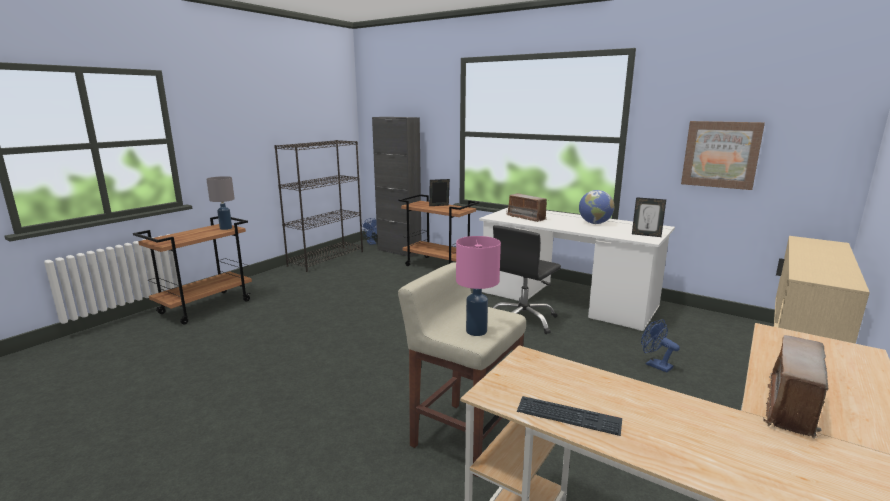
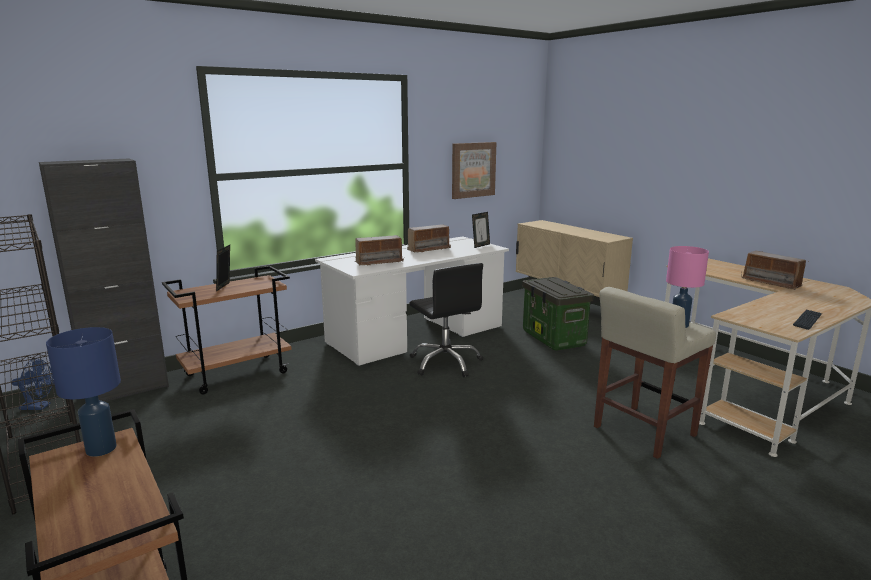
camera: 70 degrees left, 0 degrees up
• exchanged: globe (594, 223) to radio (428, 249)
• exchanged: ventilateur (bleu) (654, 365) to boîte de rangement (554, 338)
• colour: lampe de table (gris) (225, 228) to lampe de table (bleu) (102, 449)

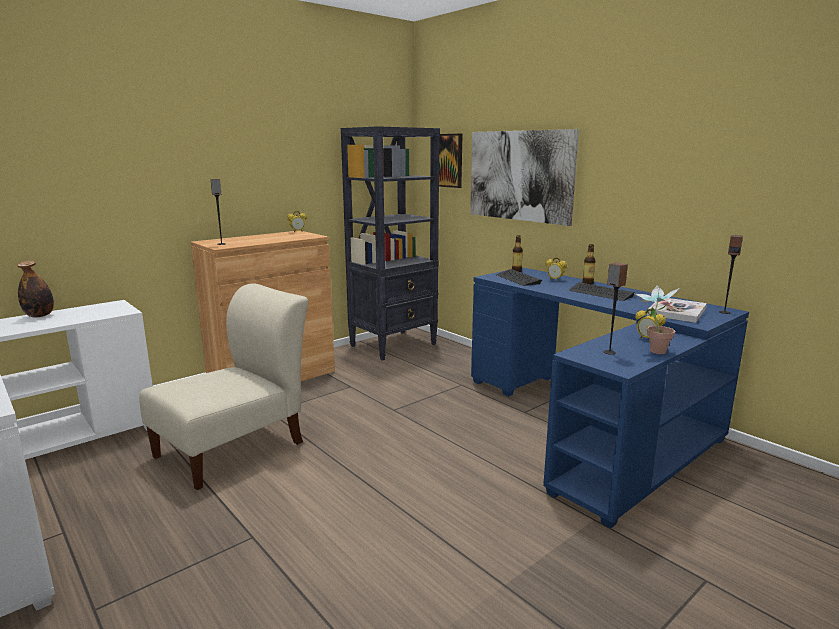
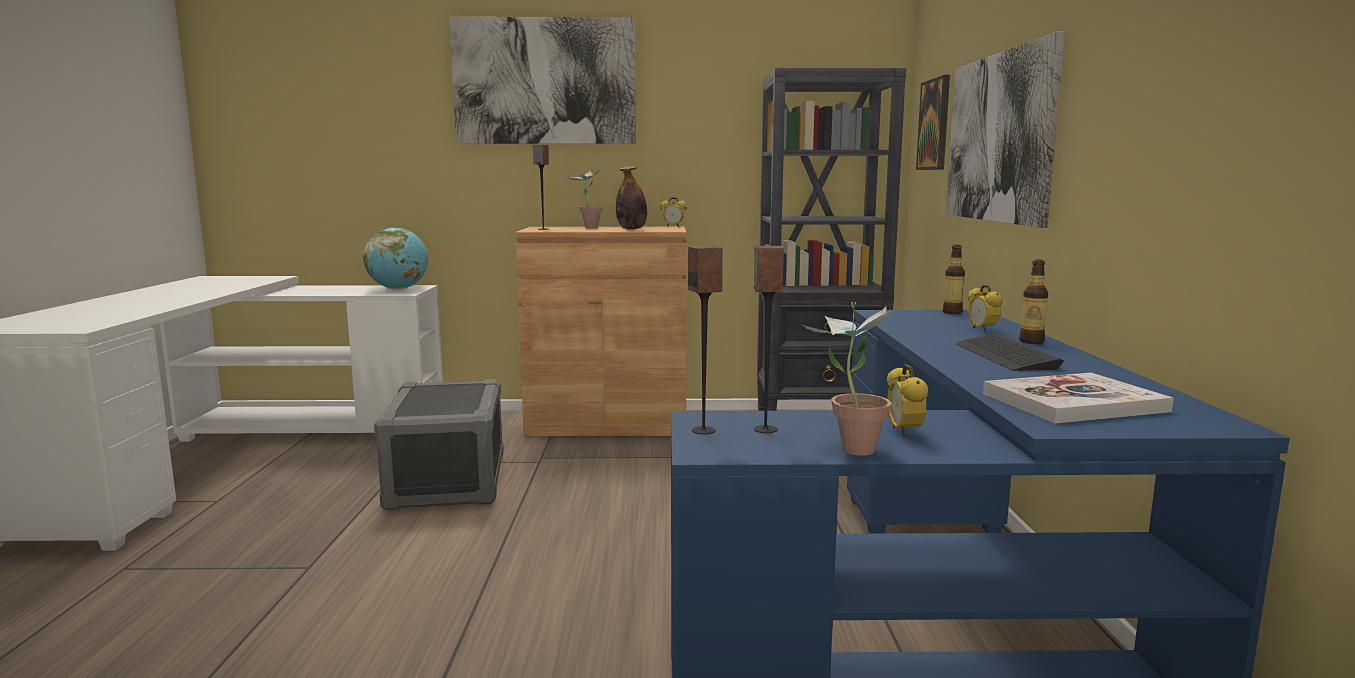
camera: 40 degrees right, 5 degrees down
• missing: clavier (518, 279)
• appeared: globe (398, 289)
• appeared: tableau (544, 81)
• appeared: plante en pot (586, 227)
• relocated: bouteille (39, 316) to (632, 229)
• relocated: enceinte (724, 312) to (704, 430)
• exchanged: chaise (beige) (235, 447) to boîte de rangement (gris) (448, 480)

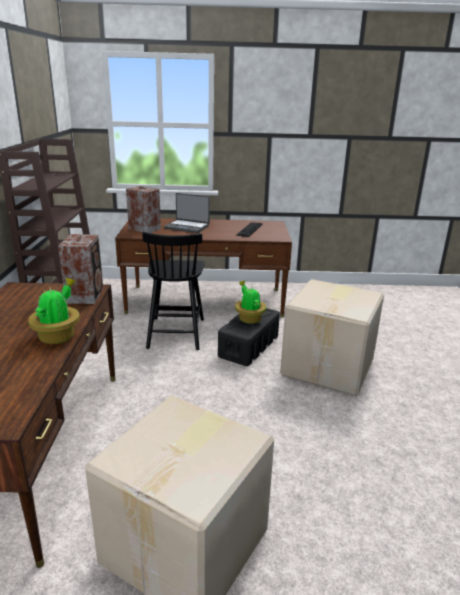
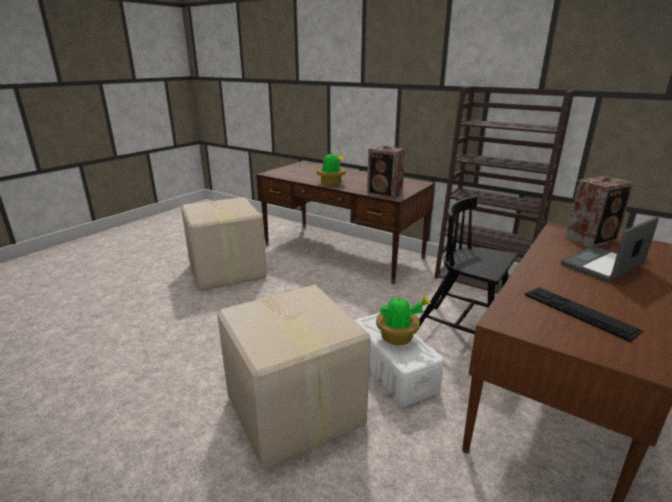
camera: 125 degrees right, 0 degrees up
• colour: boîte de rangement (noir) (248, 346) to boîte de rangement (blanc) (393, 370)

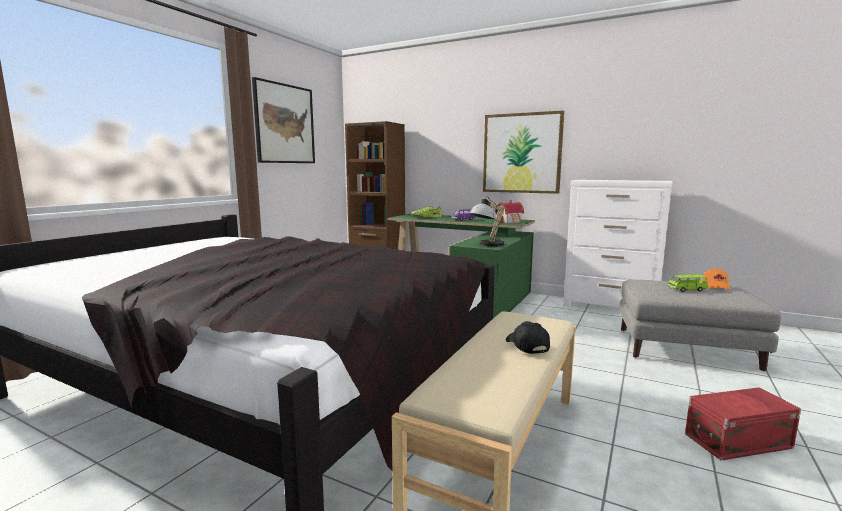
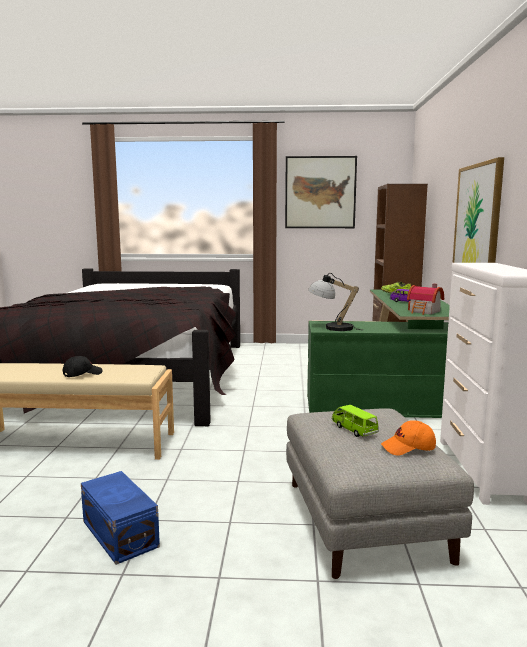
camera: 65 degrees right, 0 degrees up
• colour: boîte de rangement (rouge) (740, 441) to boîte de rangement (bleu) (119, 535)

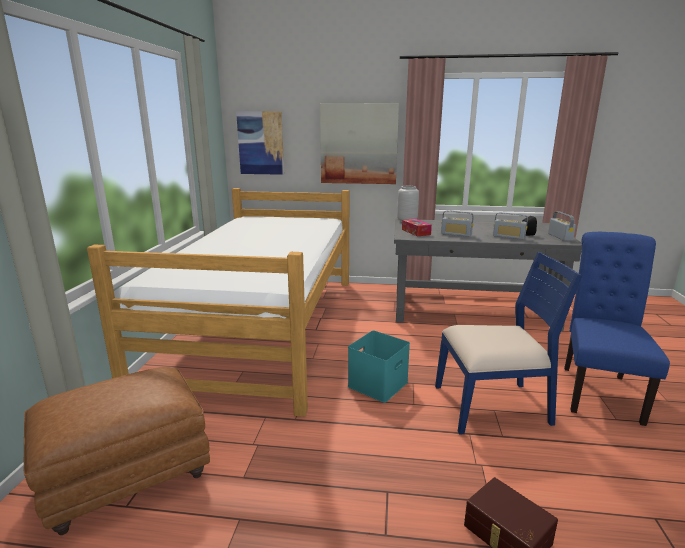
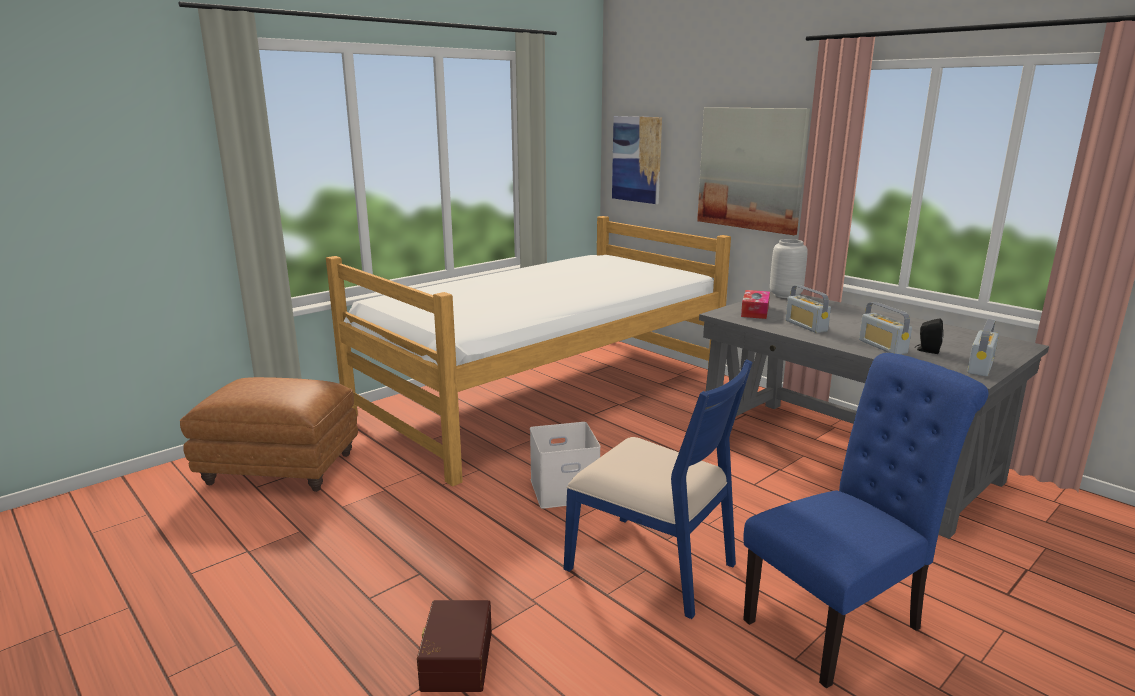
camera: 40 degrees right, 0 degrees up
• colour: boîte de rangement (turquoise) (377, 383) to boîte de rangement (blanc) (565, 489)

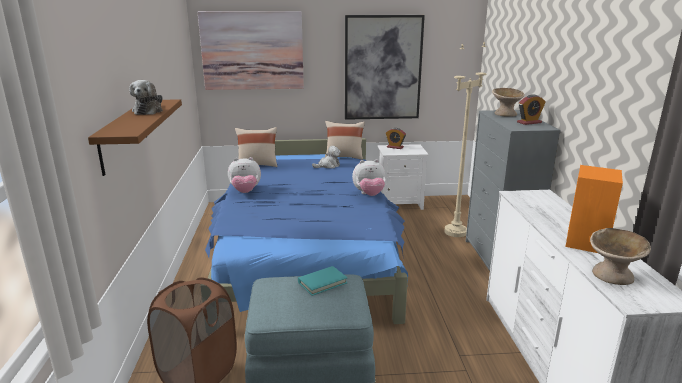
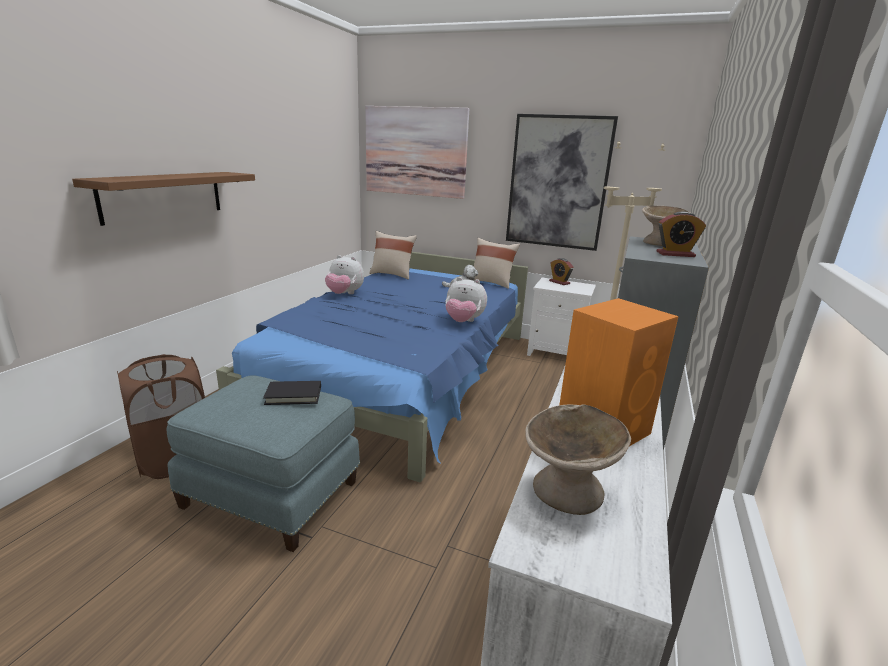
camera: 25 degrees right, 0 degrees up
• missing: peluche (148, 111)
• colour: livre (turquoise) (322, 282) to livre (noir) (293, 395)

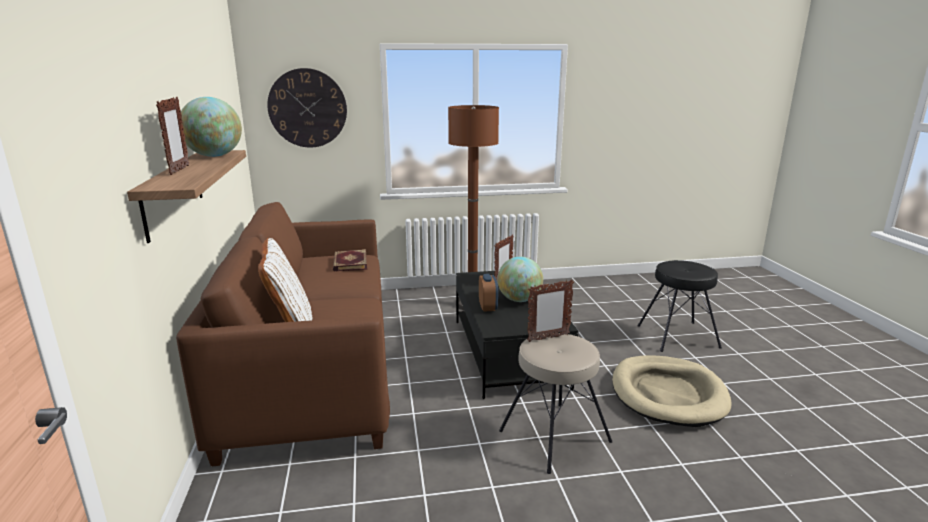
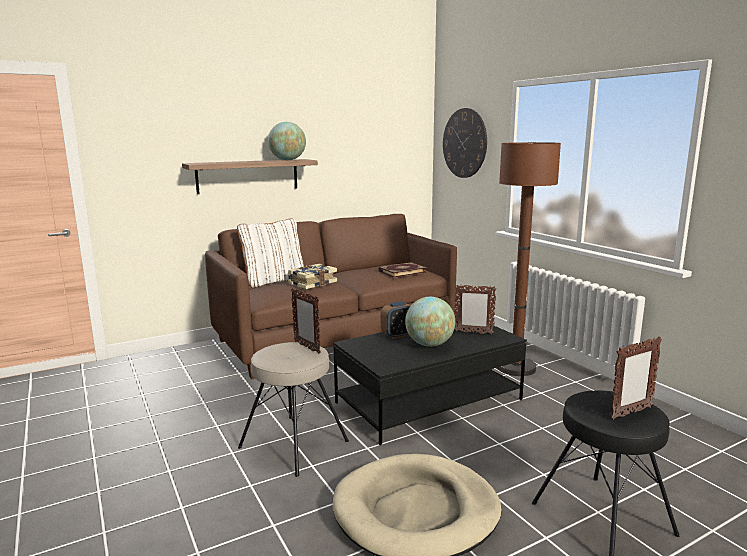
camera: 70 degrees right, 5 degrees down
• appeared: livre (312, 283)
• relocated: cadre photo (179, 170) to (630, 413)

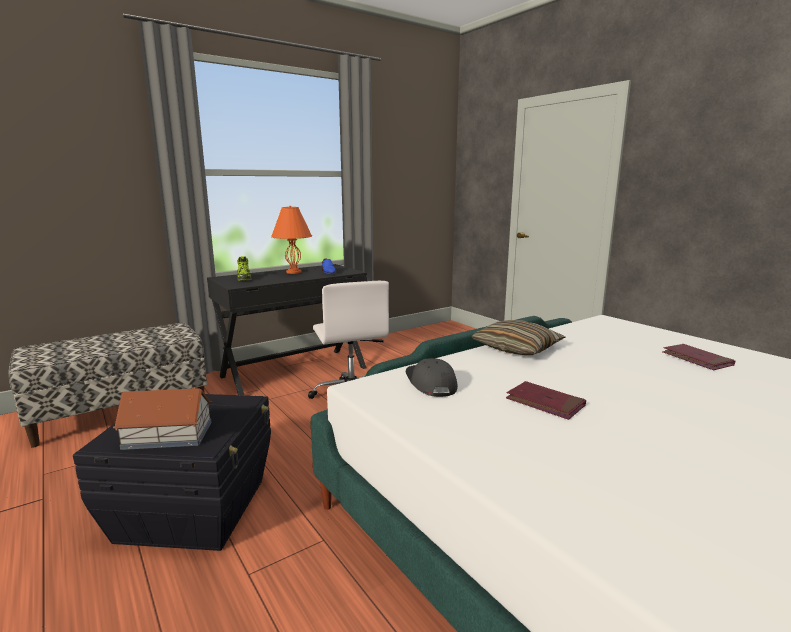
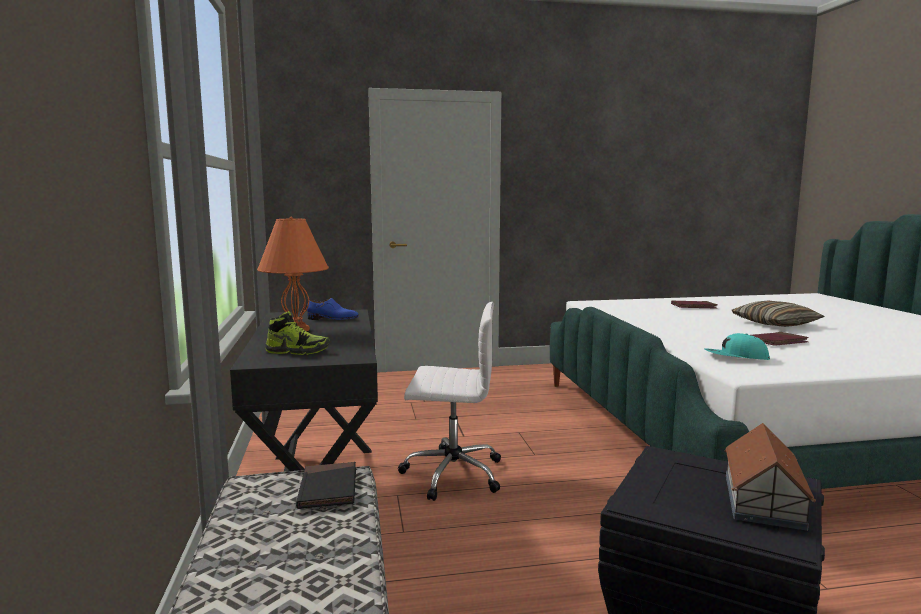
camera: 65 degrees left, 5 degrees down
• appeared: livre (noir) (328, 489)
• relocated: coussin (517, 348) to (775, 324)
• colour: casquette (gris) (430, 384) to casquette (turquoise) (735, 357)

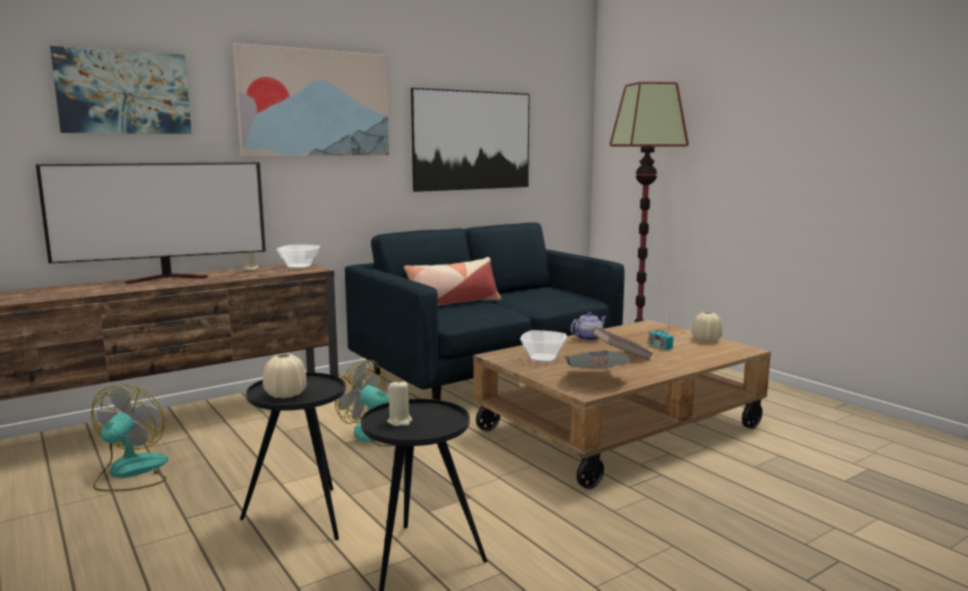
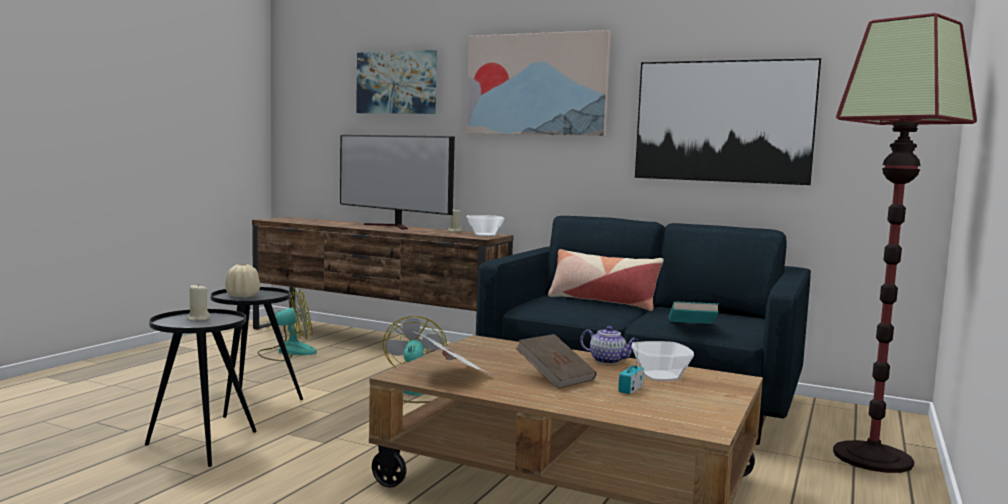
camera: 60 degrees right, 5 degrees down
• missing: vase (beige) (706, 340)
• appeared: livre (turquoise) (691, 327)
• relocated: bol (543, 358) to (660, 377)

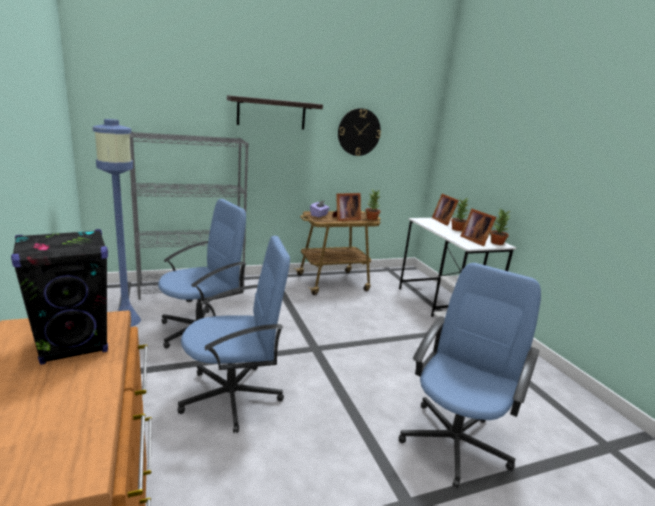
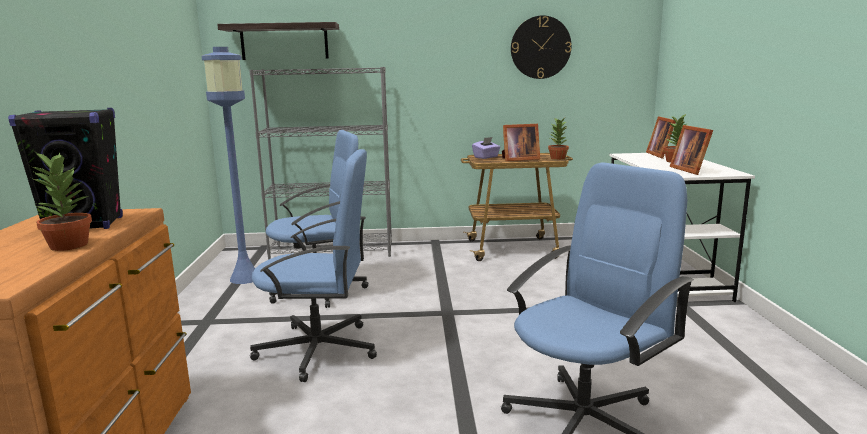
camera: 20 degrees right, 5 degrees down
• relocated: étagère (271, 113) to (284, 42)
• relocated: plante en pot (496, 243) to (69, 245)

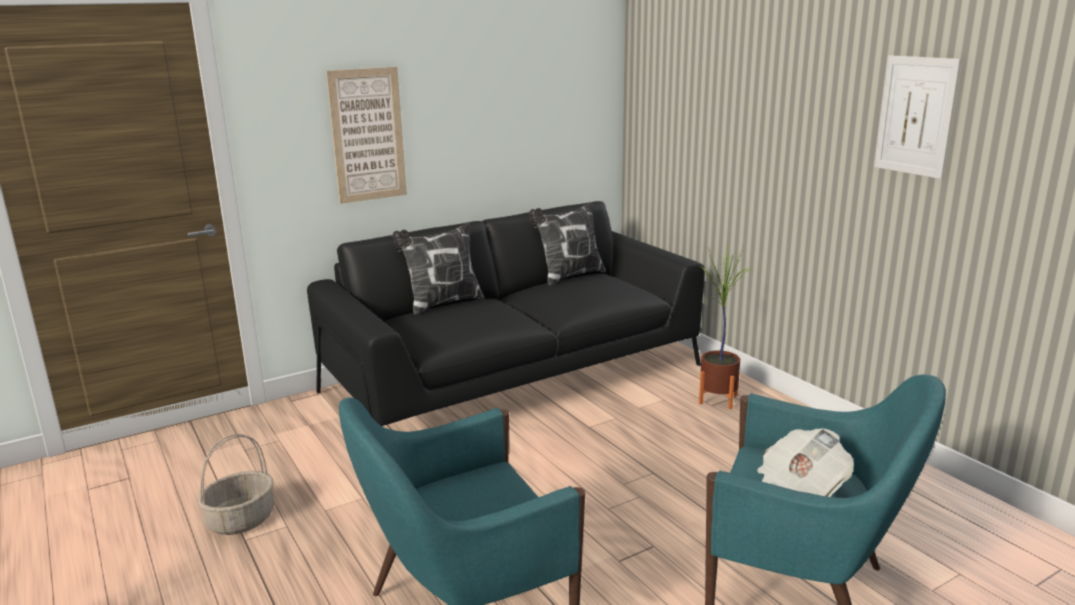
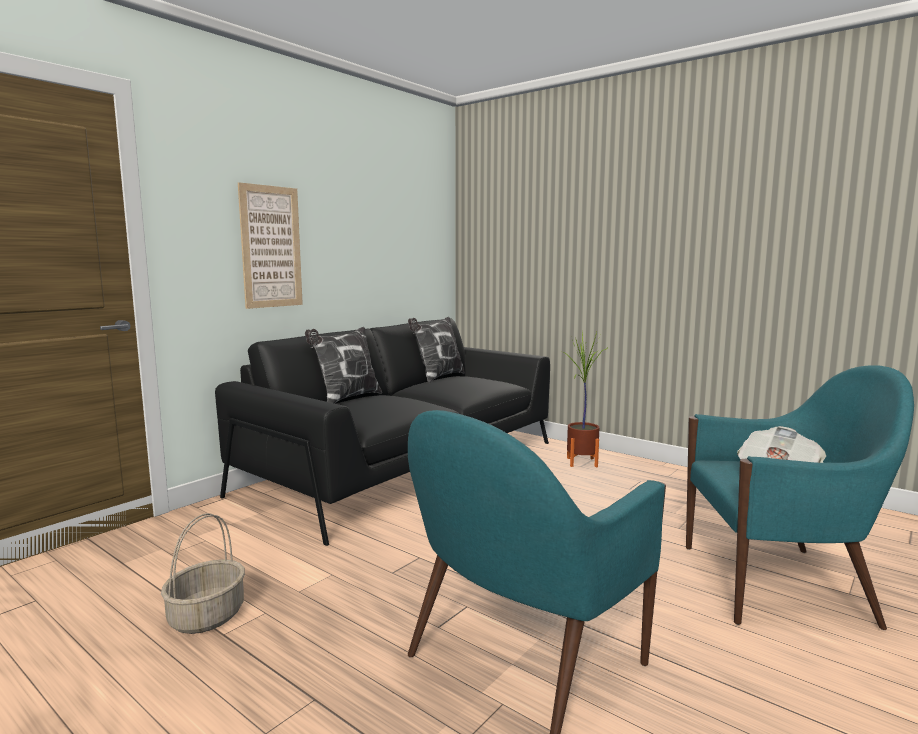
camera: 20 degrees left, 10 degrees down
• missing: tableau (915, 116)

